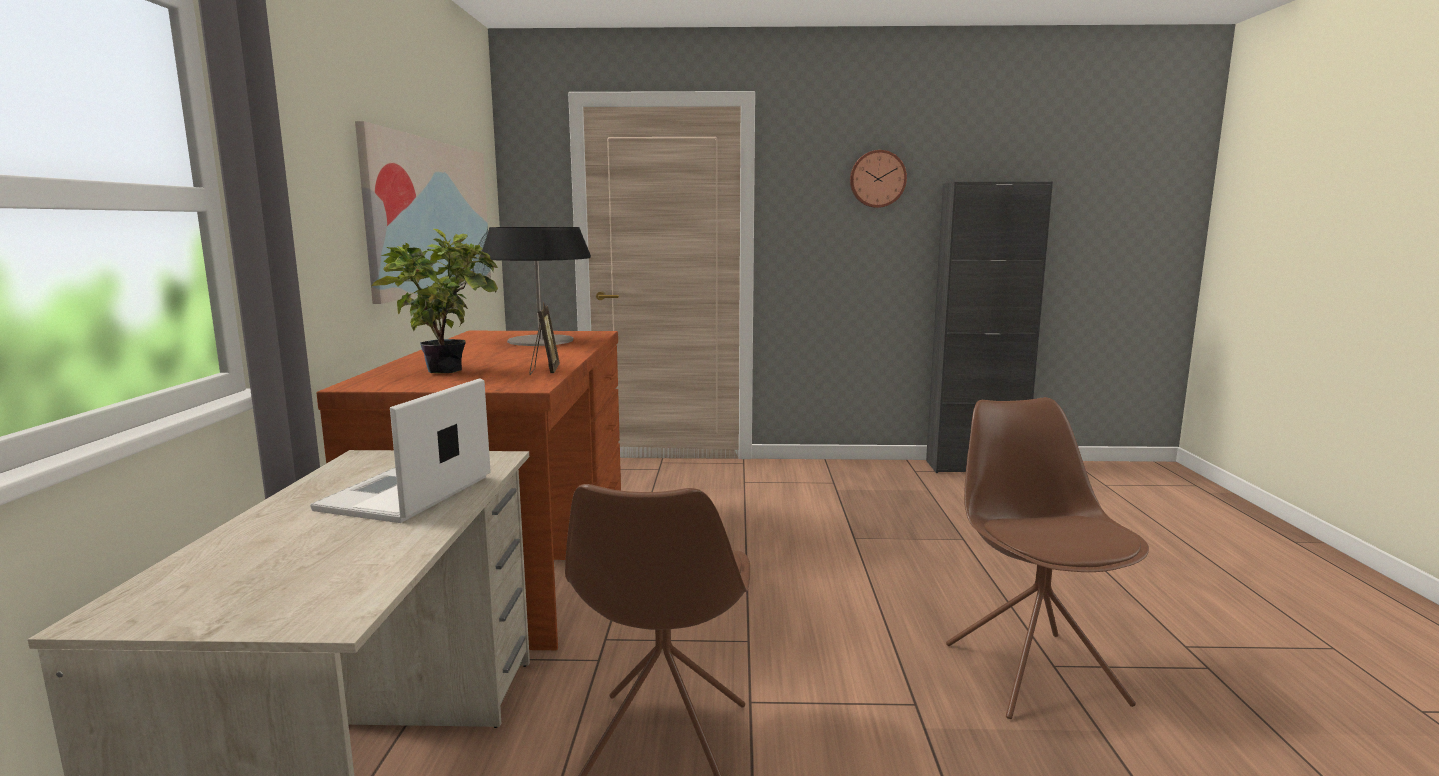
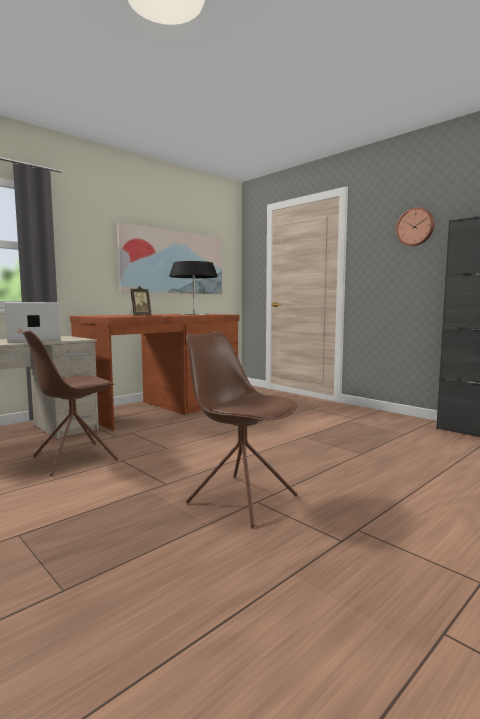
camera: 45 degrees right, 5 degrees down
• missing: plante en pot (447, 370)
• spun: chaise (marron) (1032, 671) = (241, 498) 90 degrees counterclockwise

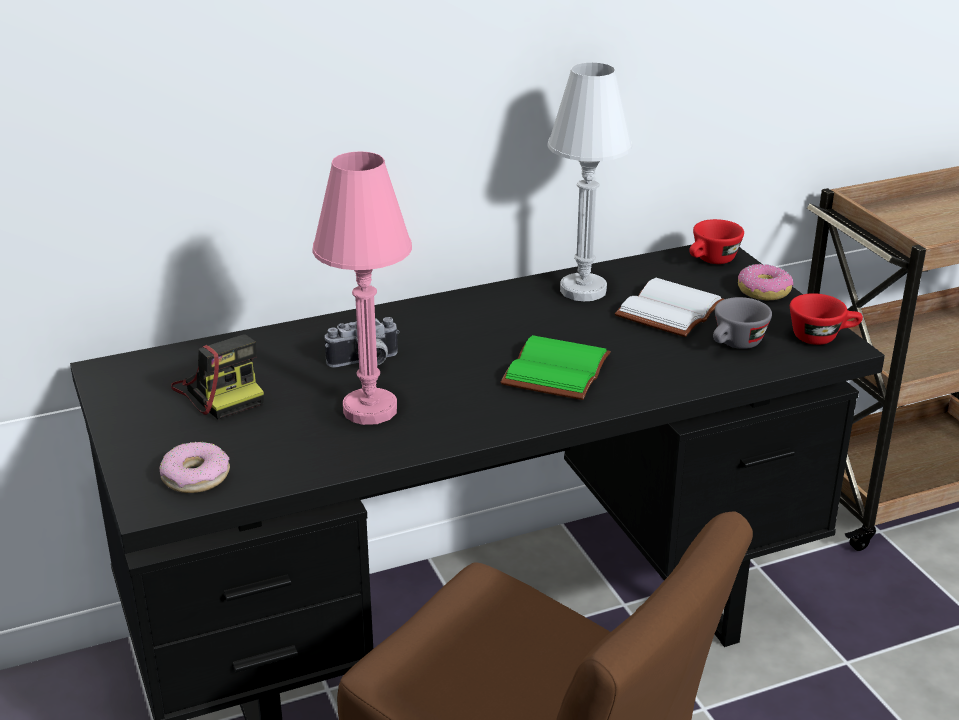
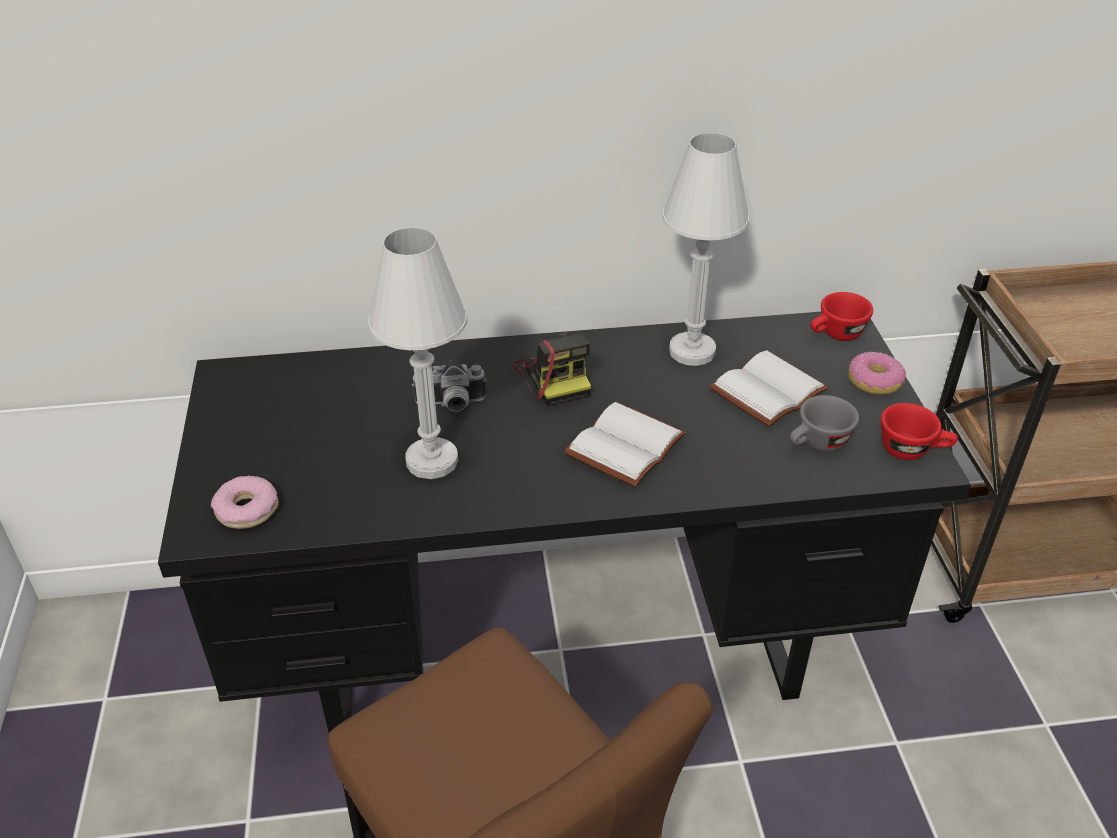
camera: 15 degrees right, 10 degrees up
• relocated: appareil photo (220, 391) to (555, 376)
• colour: lampe de table (rose) (370, 409) to lampe de table (blanc) (432, 461)
• colour: livre (vert) (554, 369) to livre (blanc) (623, 443)

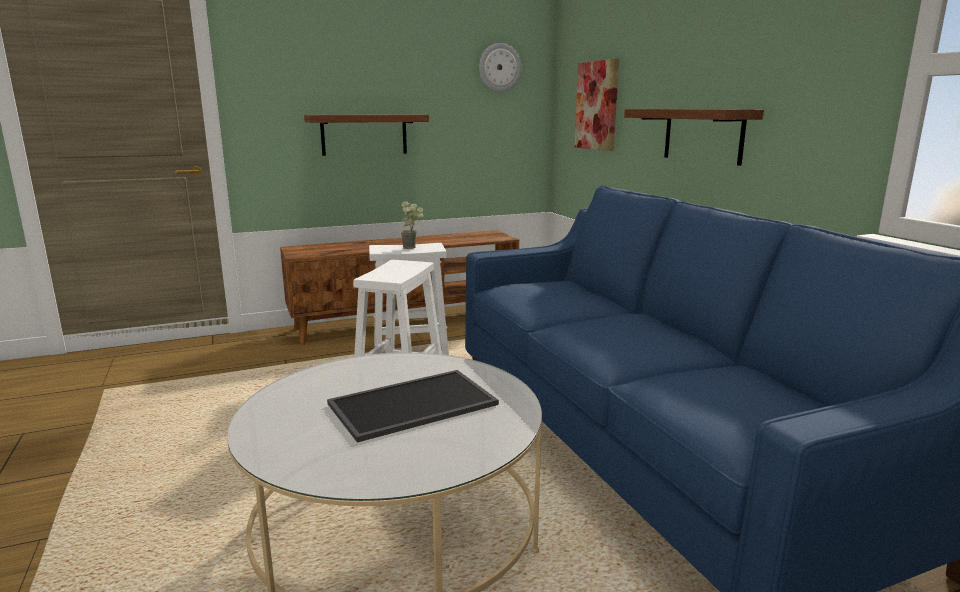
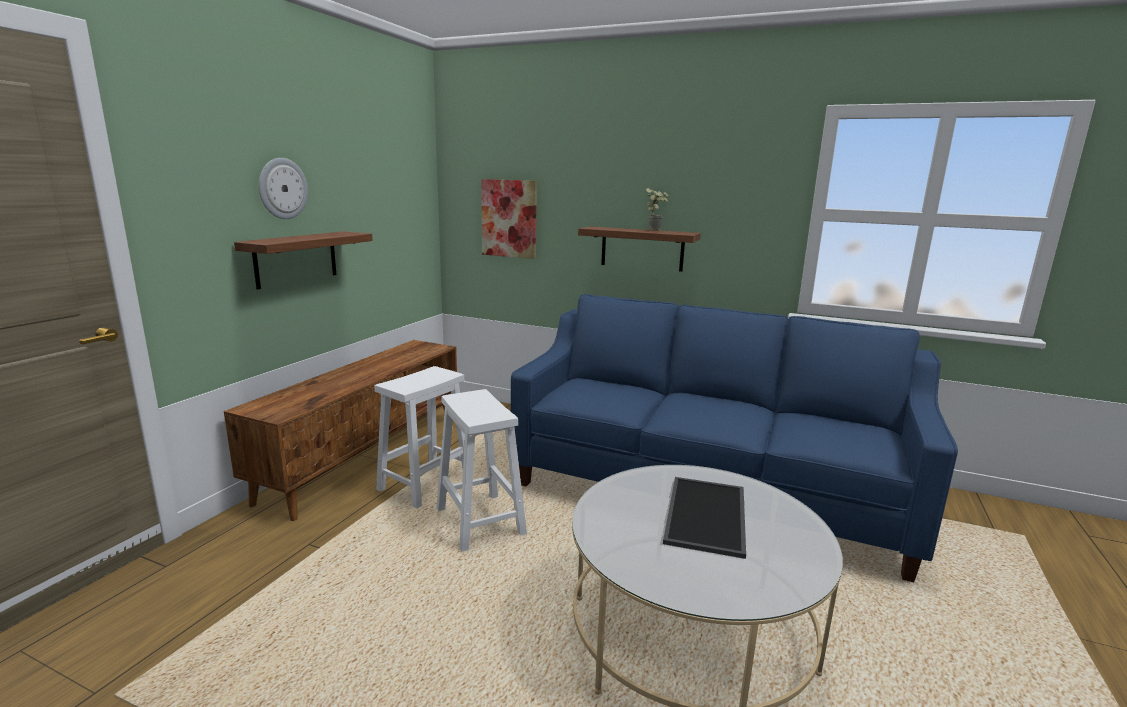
camera: 45 degrees left, 0 degrees up
• relocated: plante en pot (413, 248) to (655, 230)
• relocated: horloge murale (499, 67) to (282, 188)

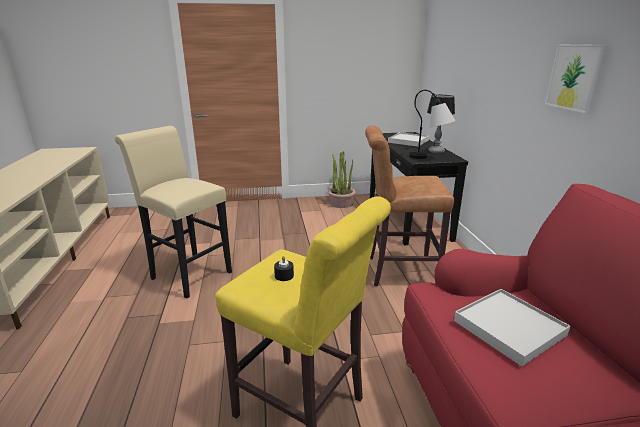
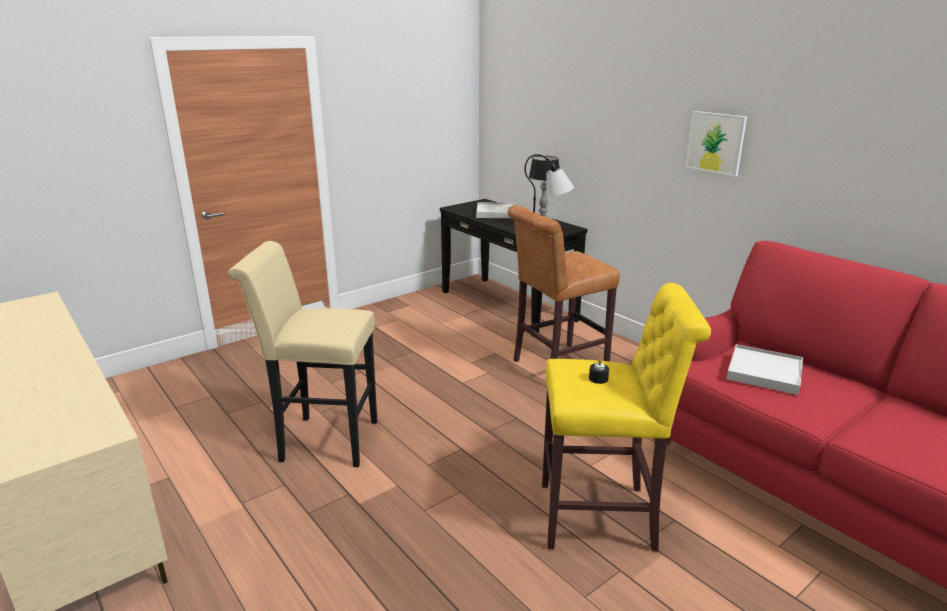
camera: 30 degrees left, 0 degrees up
• missing: plante en pot (341, 203)

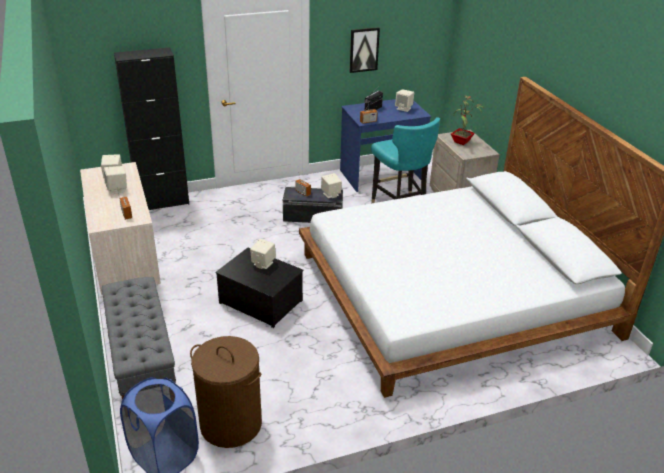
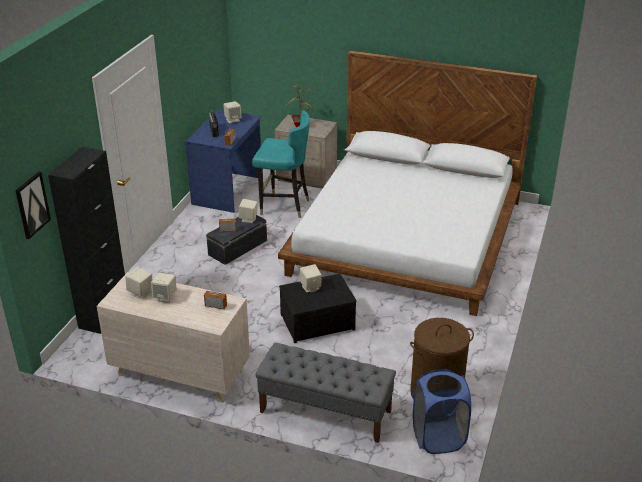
camera: 50 degrees left, 0 degrees up
• relocated: tableau (364, 49) to (32, 205)

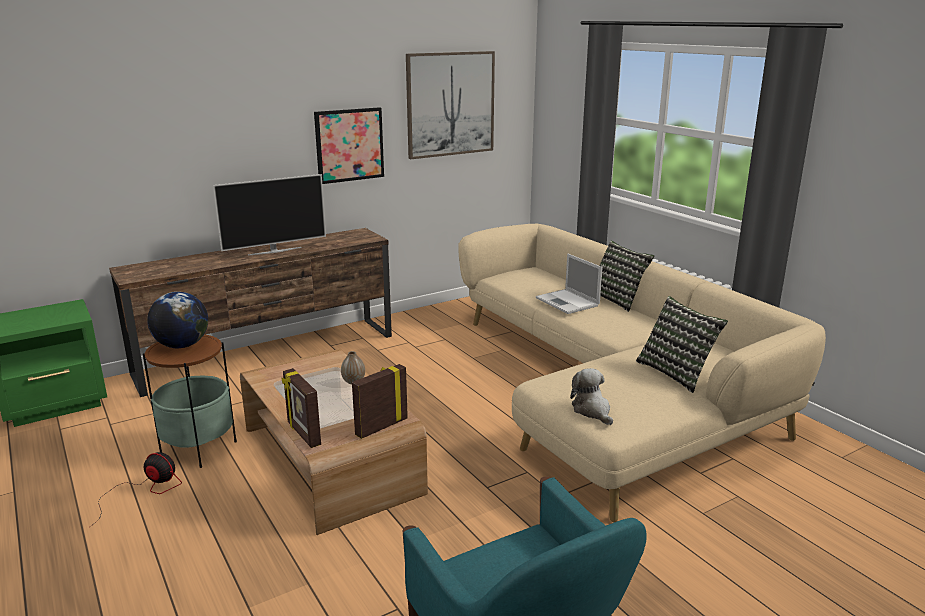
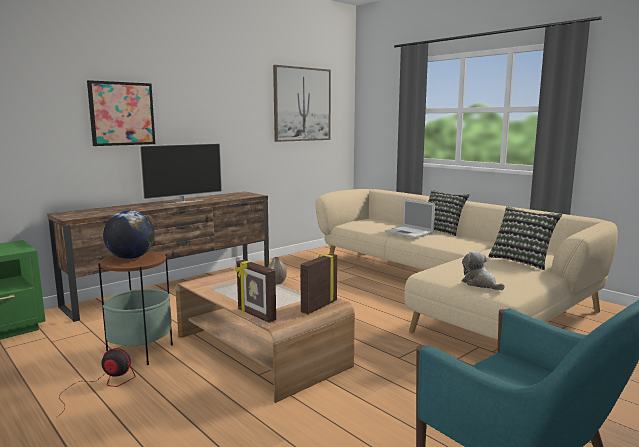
camera: 10 degrees left, 10 degrees down
• relocated: tableau (349, 145) to (122, 114)

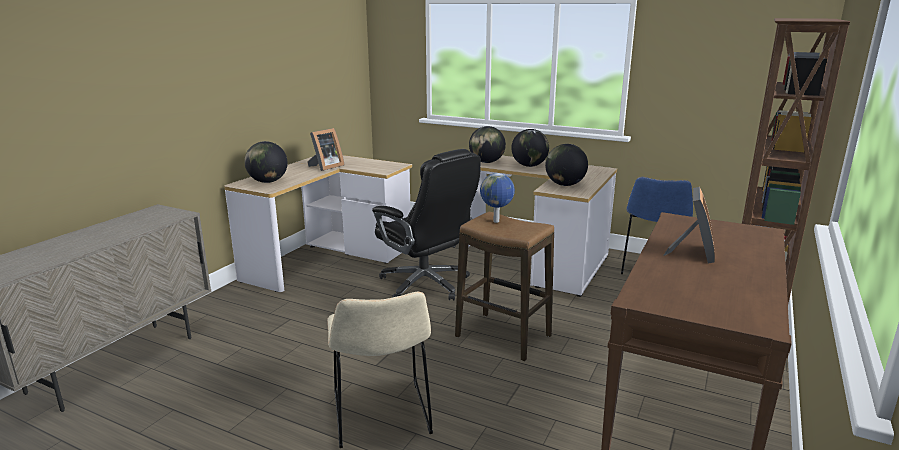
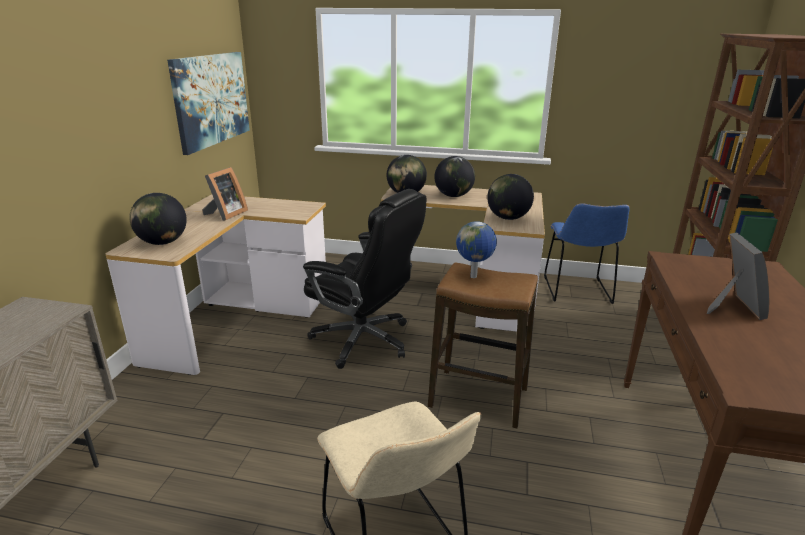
camera: 15 degrees left, 5 degrees up
• appeared: tableau (211, 99)

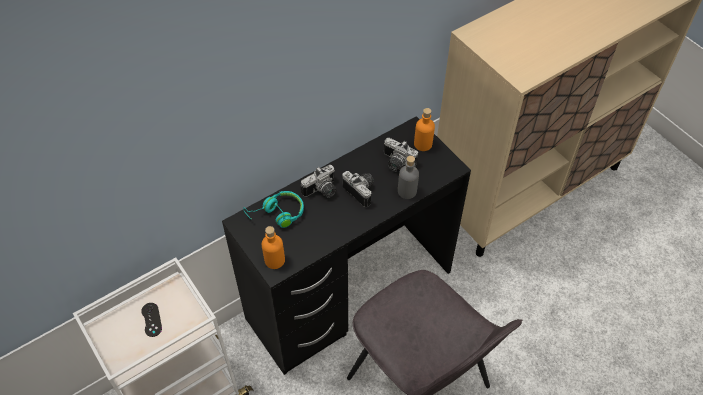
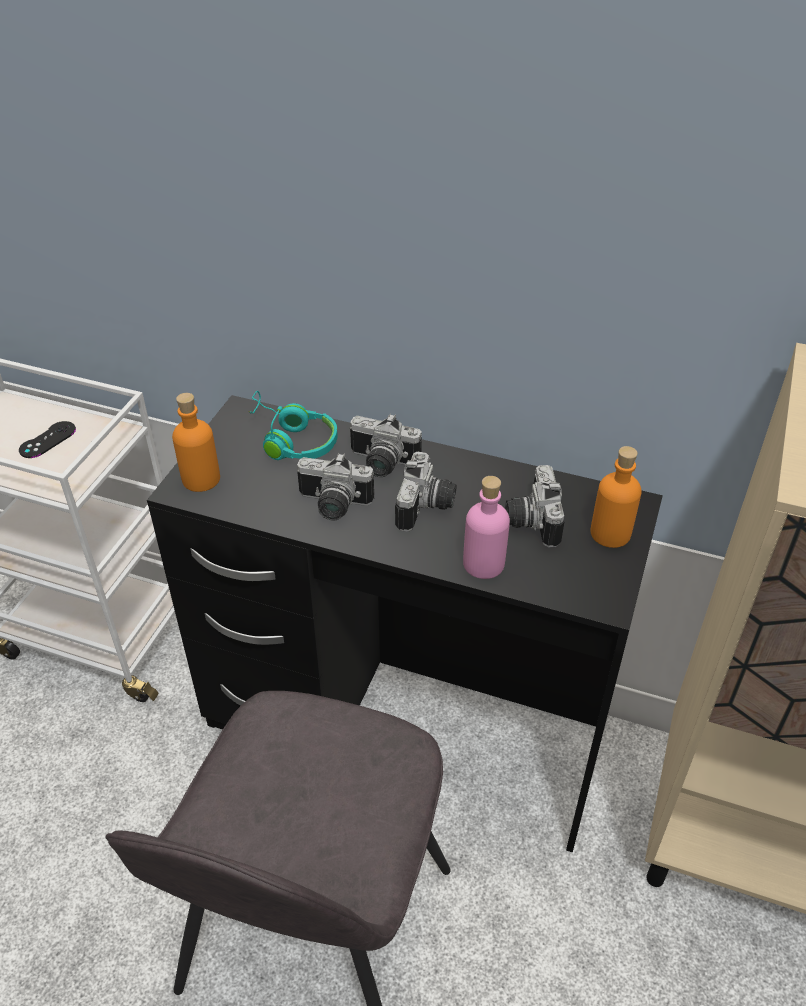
camera: 55 degrees right, 10 degrees down
• appeared: appareil photo (332, 506)
• colour: bouteille (gris) (407, 191) to bouteille (rose) (483, 564)

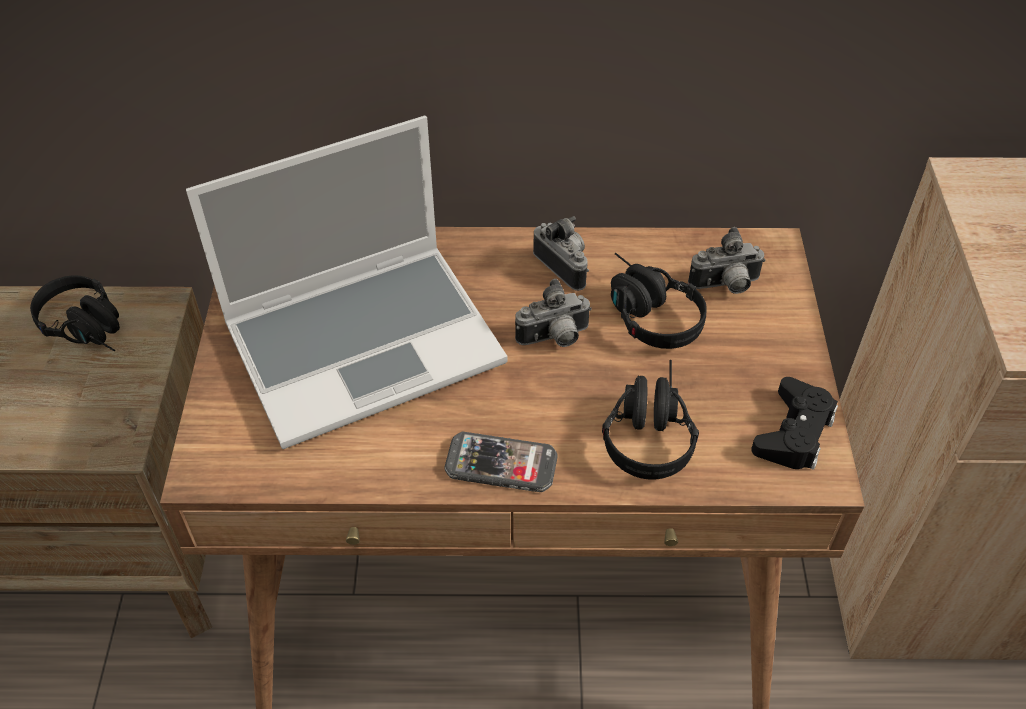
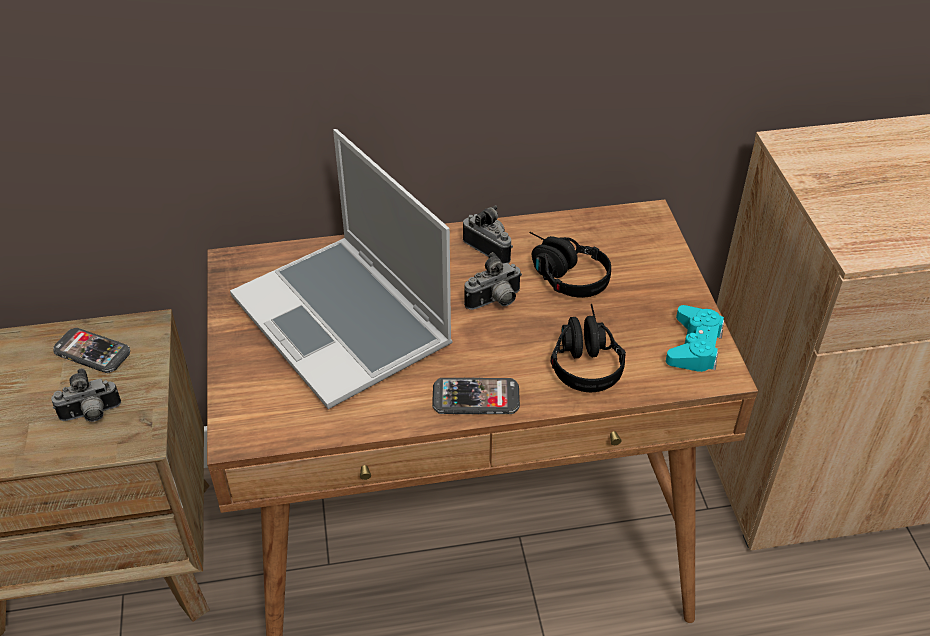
camera: 10 degrees left, 5 degrees down
• relocated: appareil photo (725, 286) to (91, 415)
• exchanged: casque audio (noir) (91, 329) to téléphone (92, 352)
• colour: manette (noir) (794, 432) to manette (turquoise) (694, 346)
• spun: ordinateur portable (366, 342) = (345, 323) 90 degrees clockwise

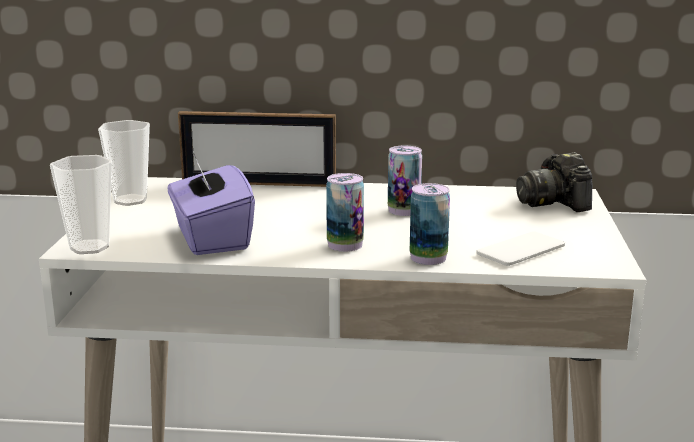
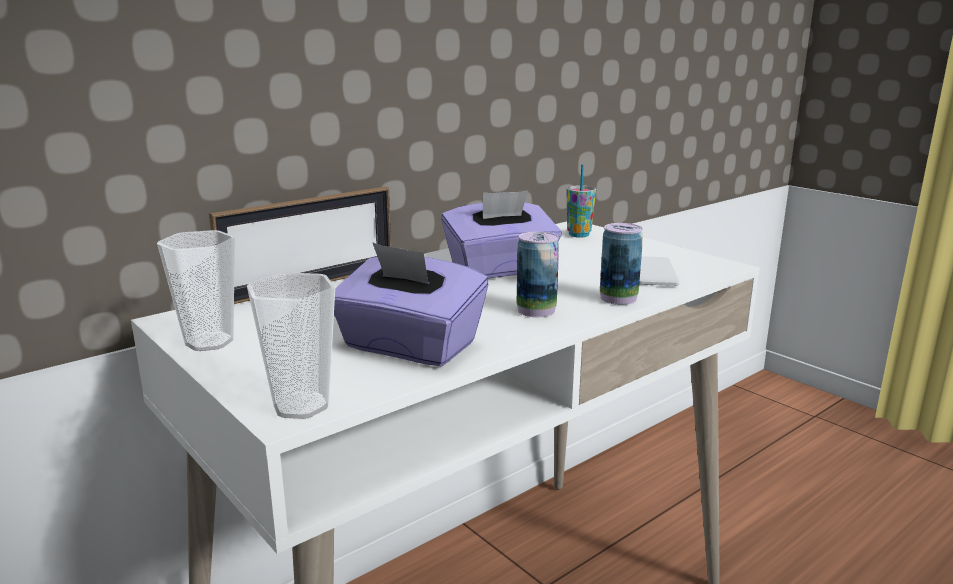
camera: 45 degrees left, 0 degrees up
• exchanged: boîte métallique (404, 211) to boîte à mouchoirs (violet) (501, 270)
• exchanged: appareil photo (554, 202) to tasse (579, 235)

